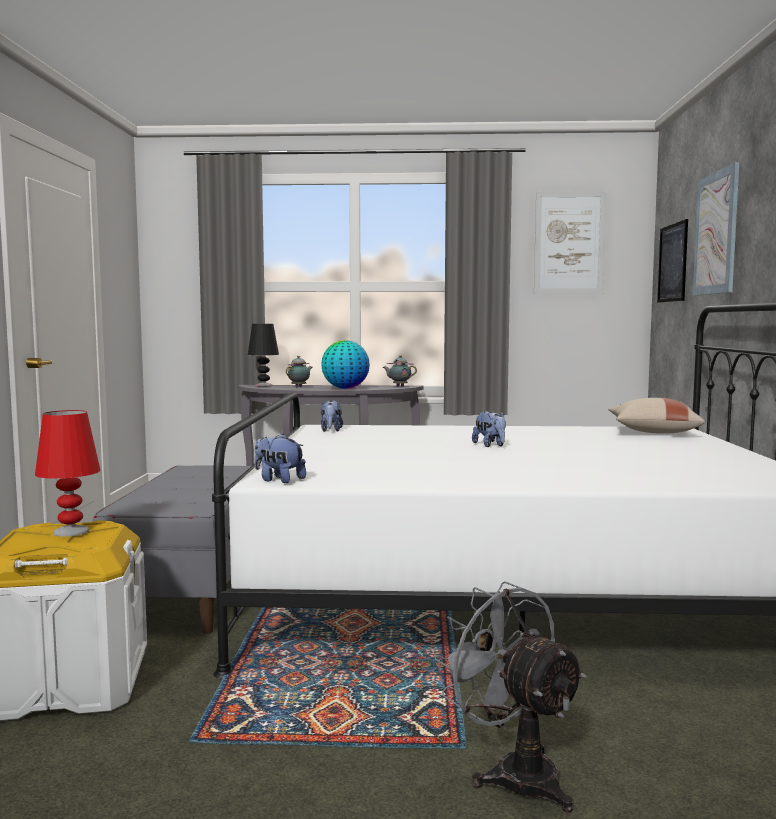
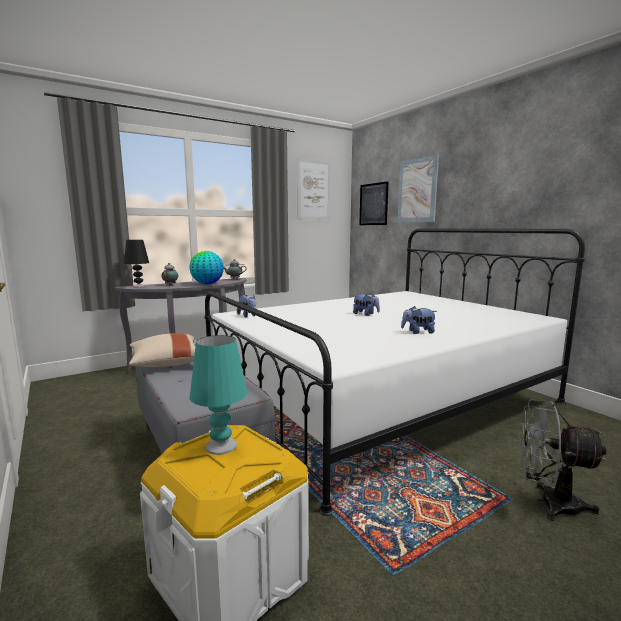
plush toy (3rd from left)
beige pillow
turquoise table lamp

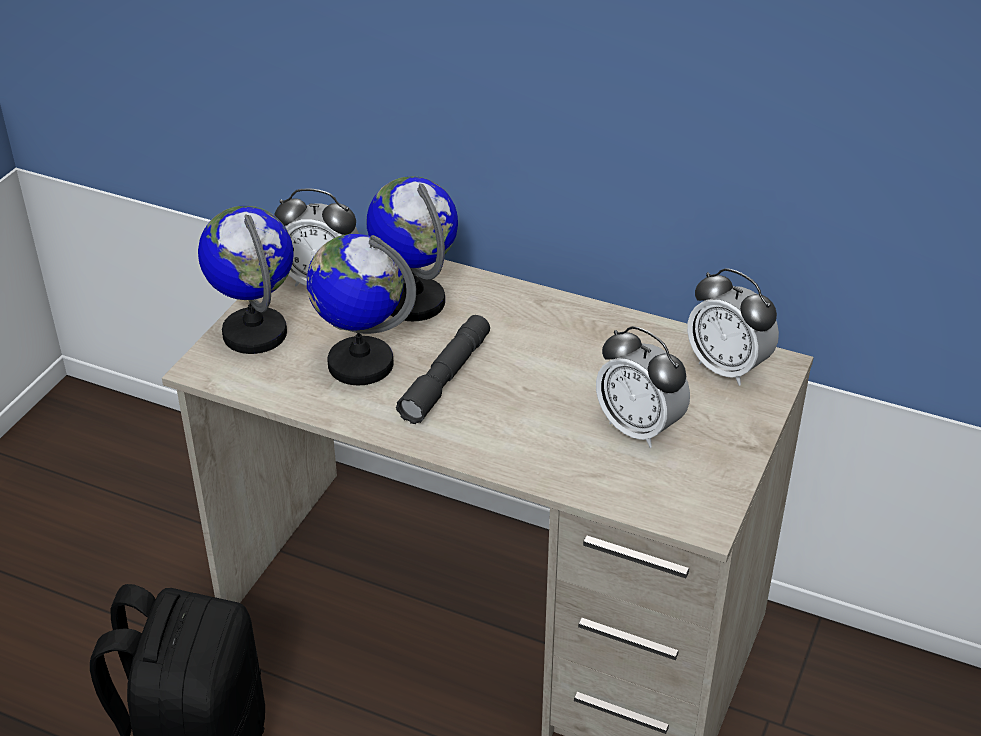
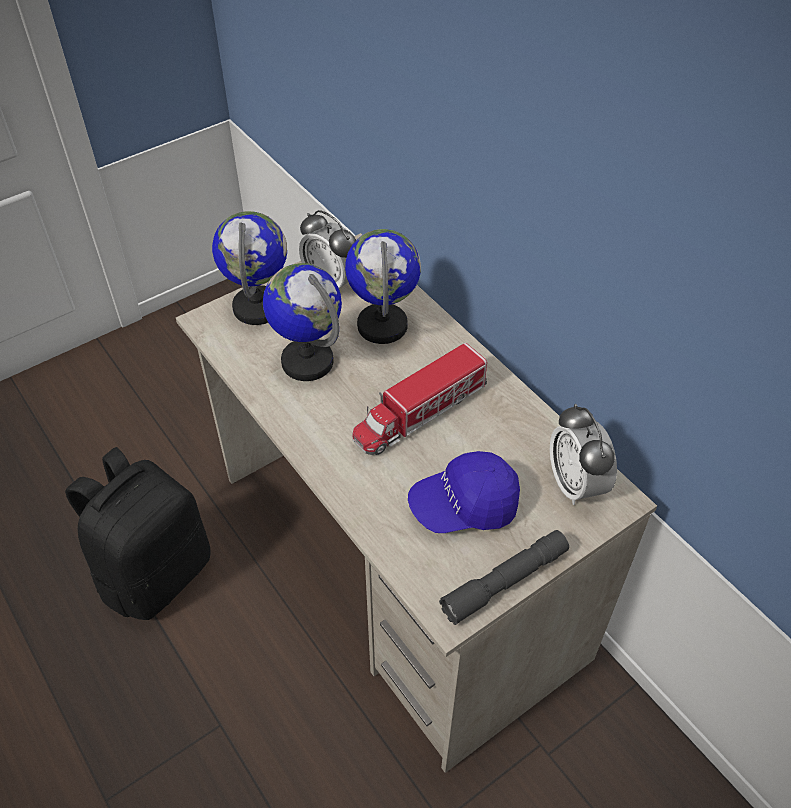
toy truck
grey flashlight
blue cap

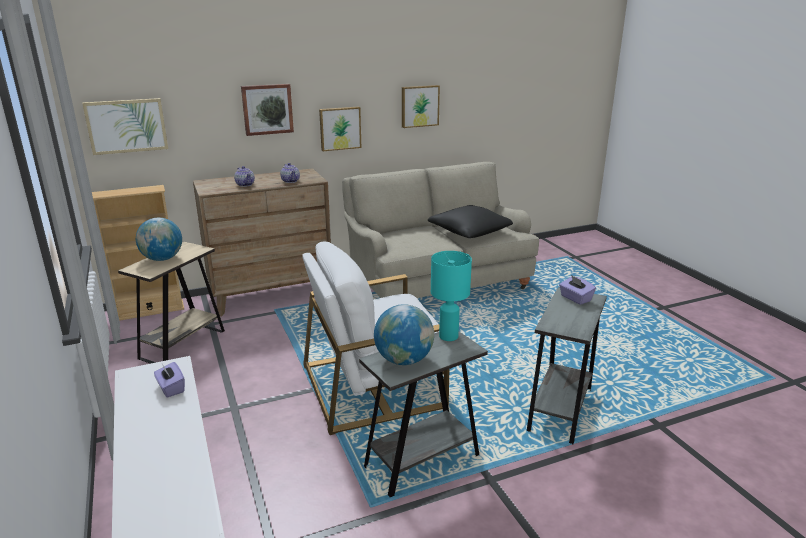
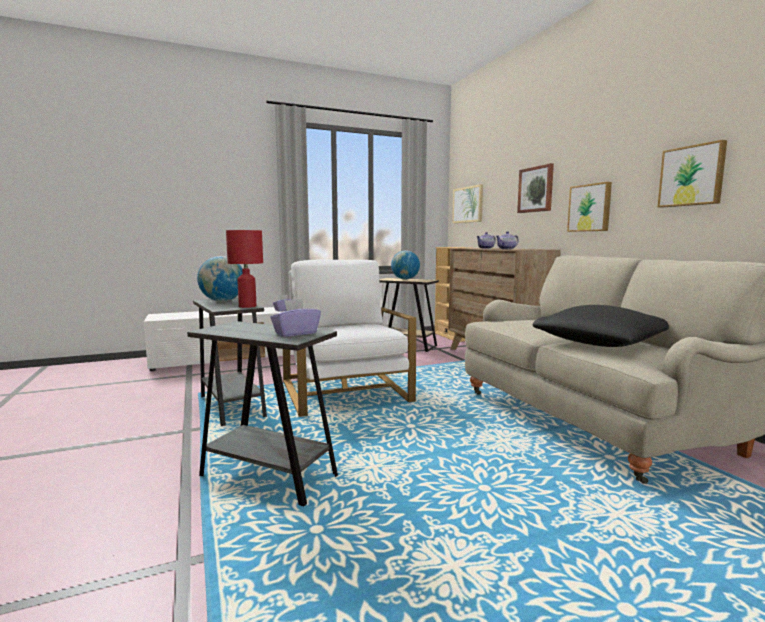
red table lamp

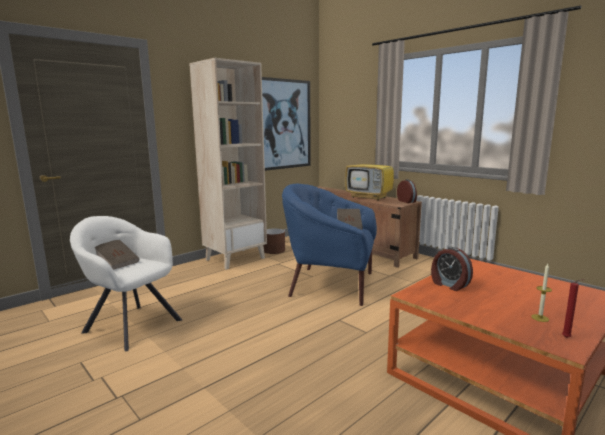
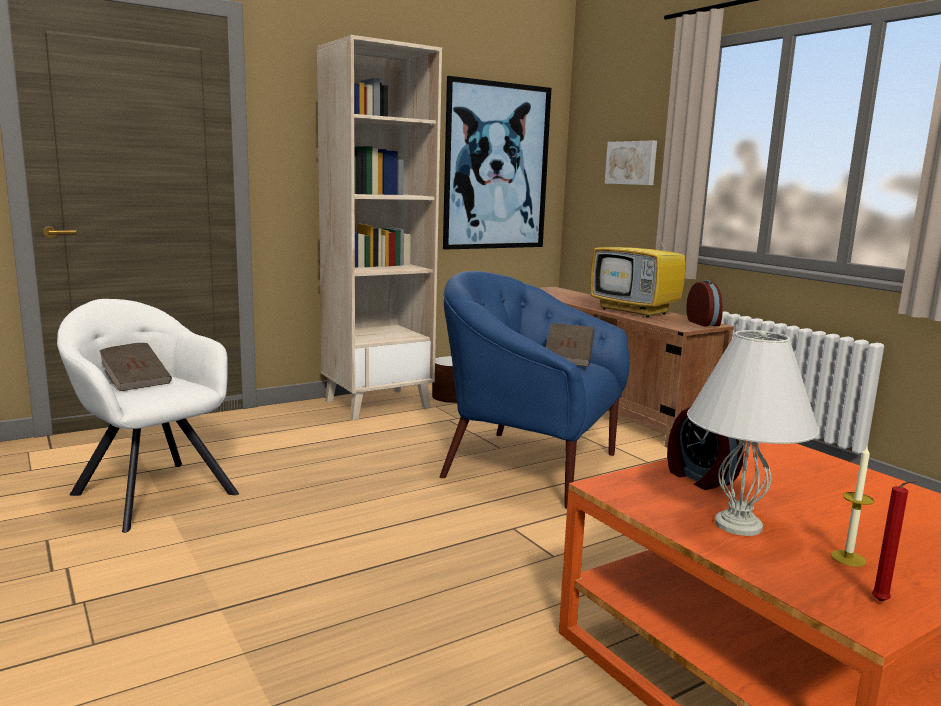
picture (2nd from left)
white table lamp

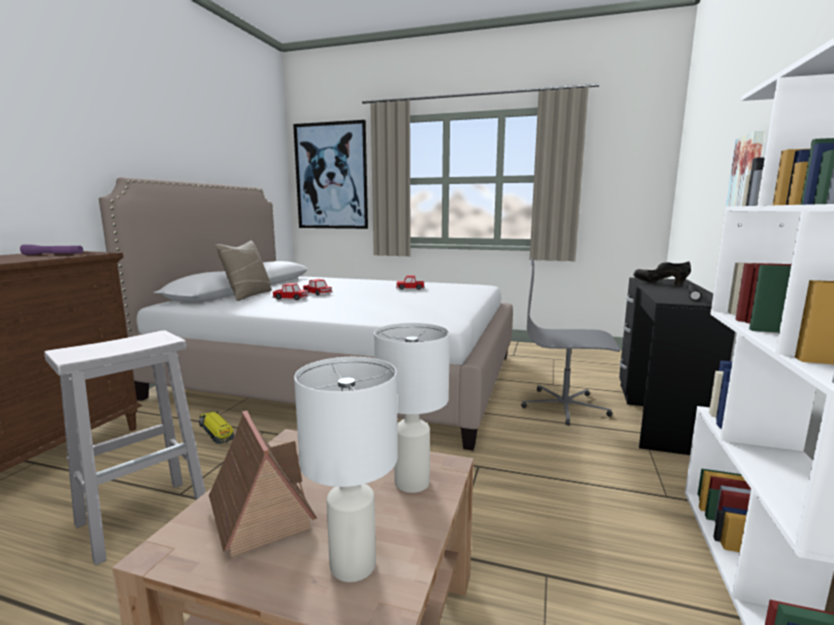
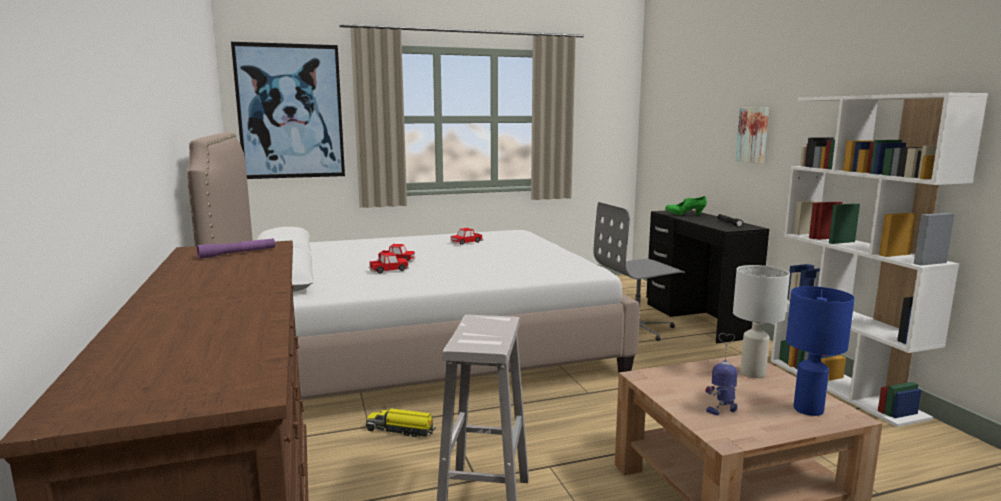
beige pillow
toy robot
blue table lamp
green shoe

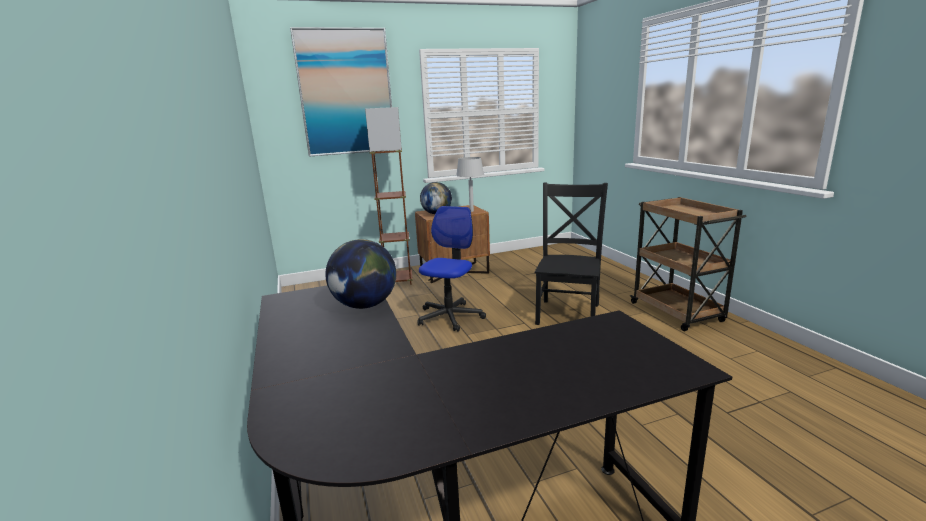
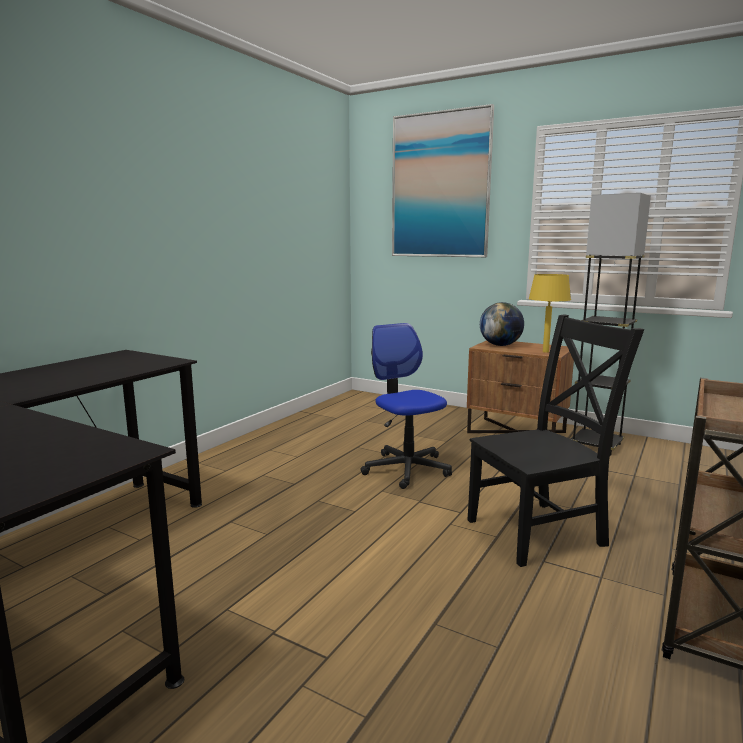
globe (1st from left in the first image)
brown floor lamp
grey floor lamp
yellow table lamp
office chair

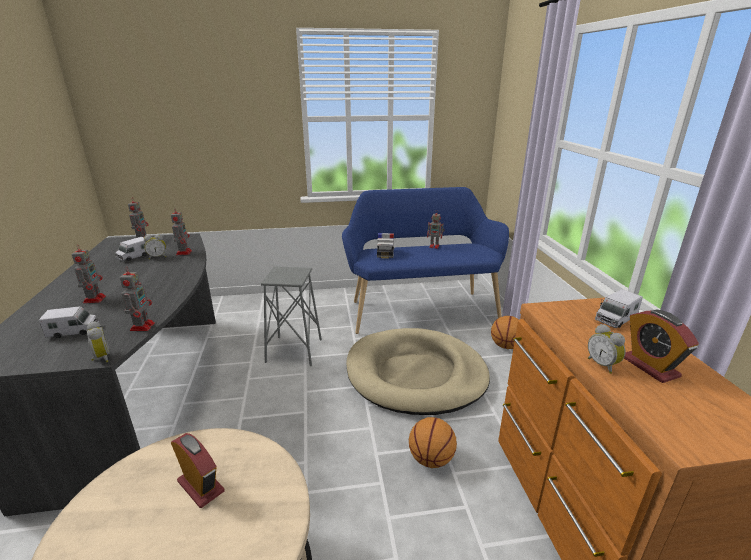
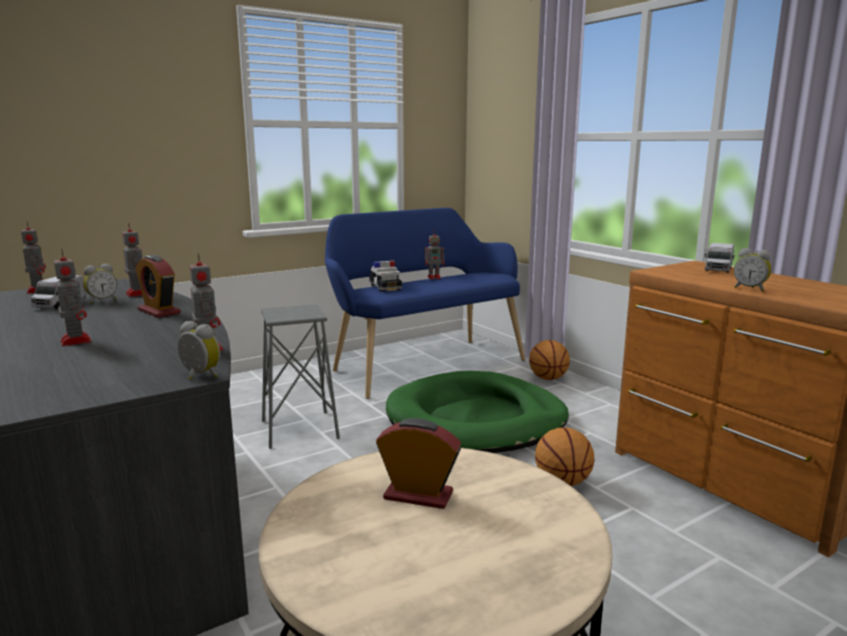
toy truck (1st from left in the first image)
alarm clock (2nd from left)
green dog bed

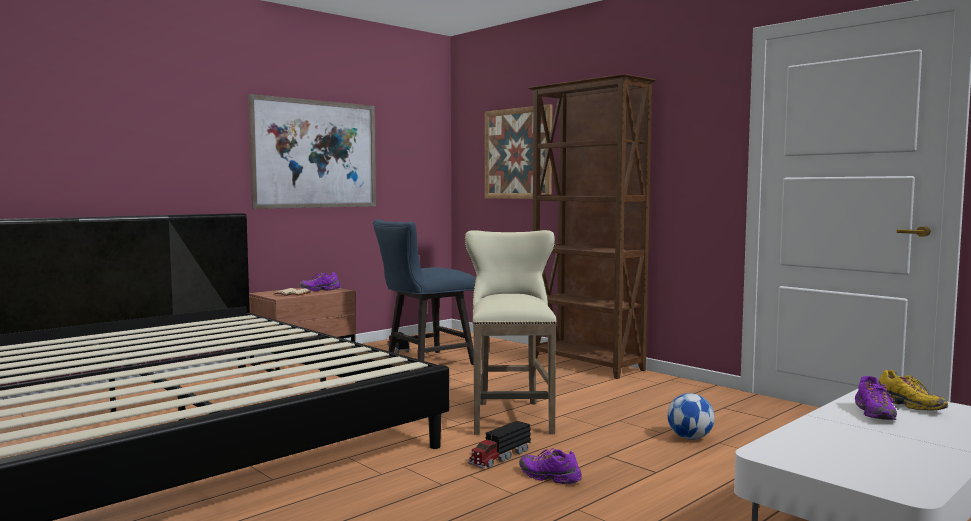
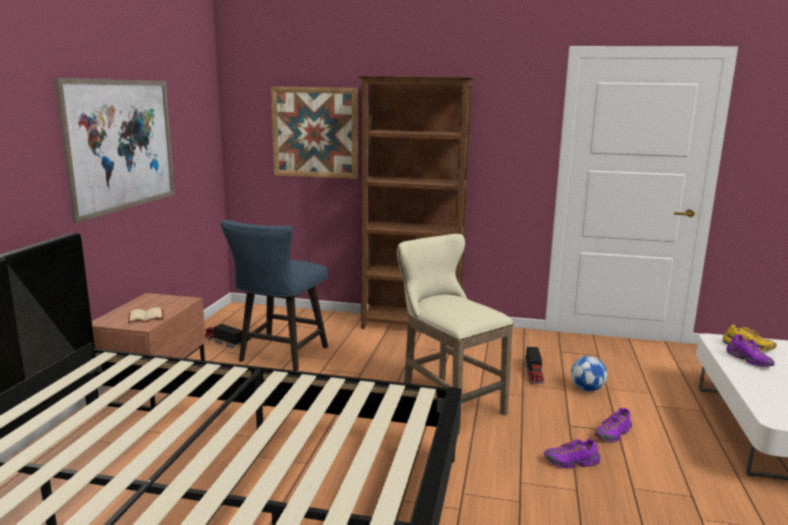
purple shoe (2nd from left)
toy truck (2nd from left)

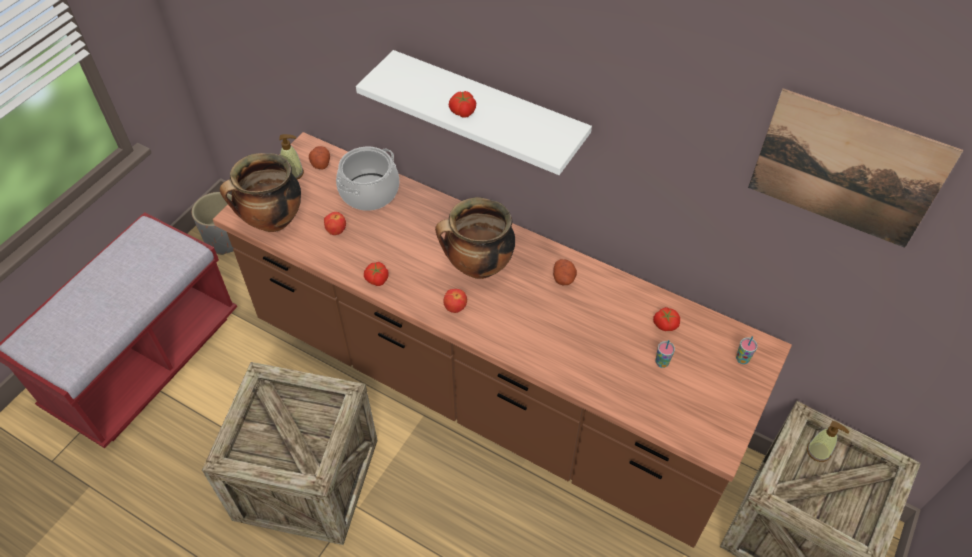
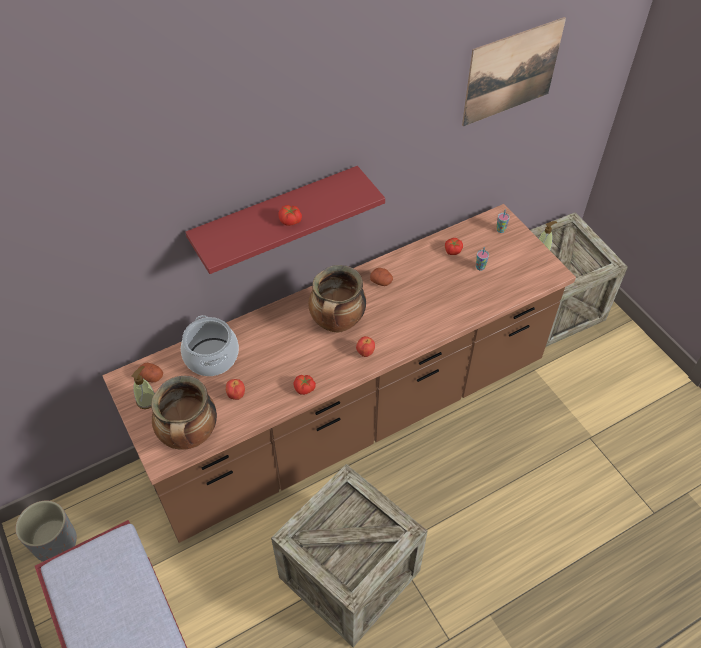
red shelf

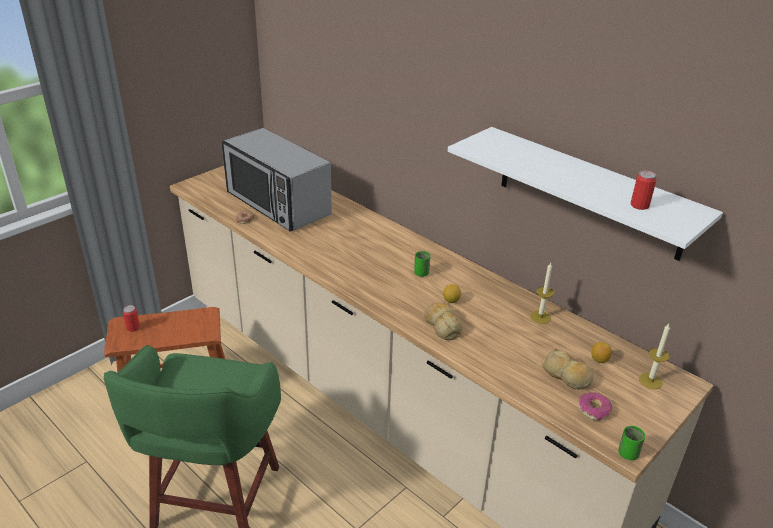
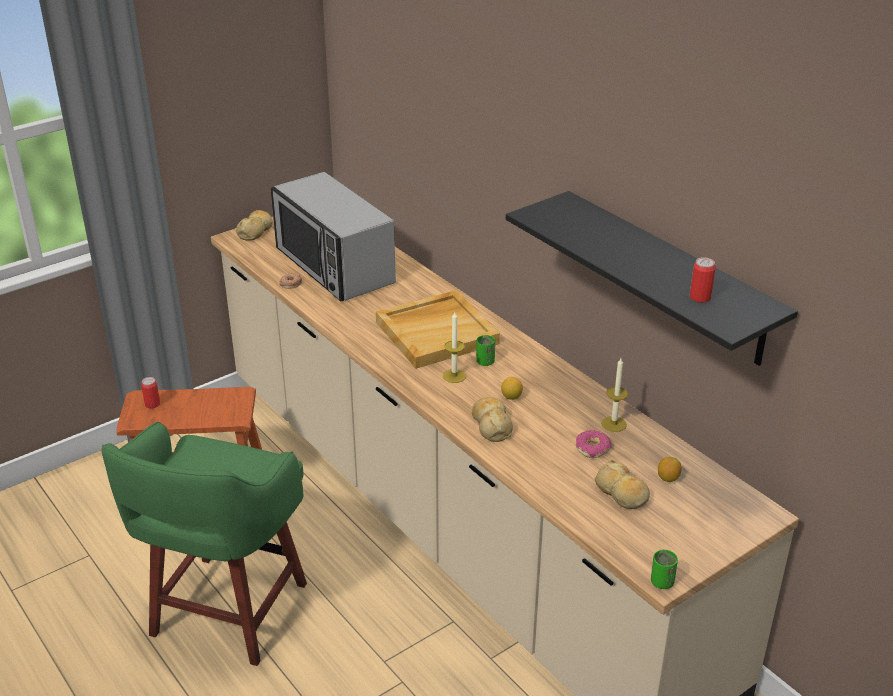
bread (1st from left)
beige tray
donut (2nd from left)
candle (1st from left)
black shelf

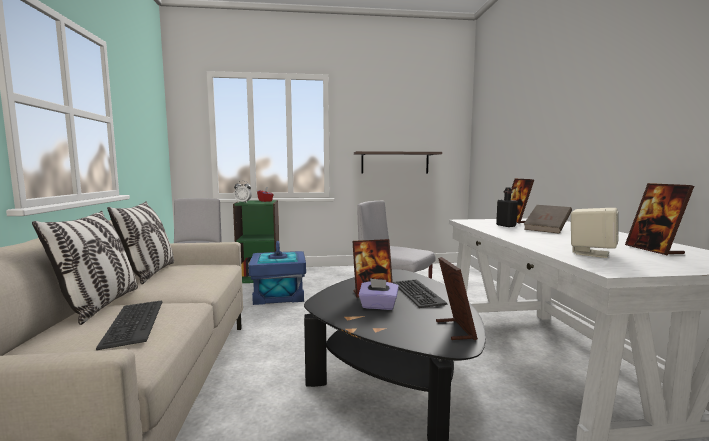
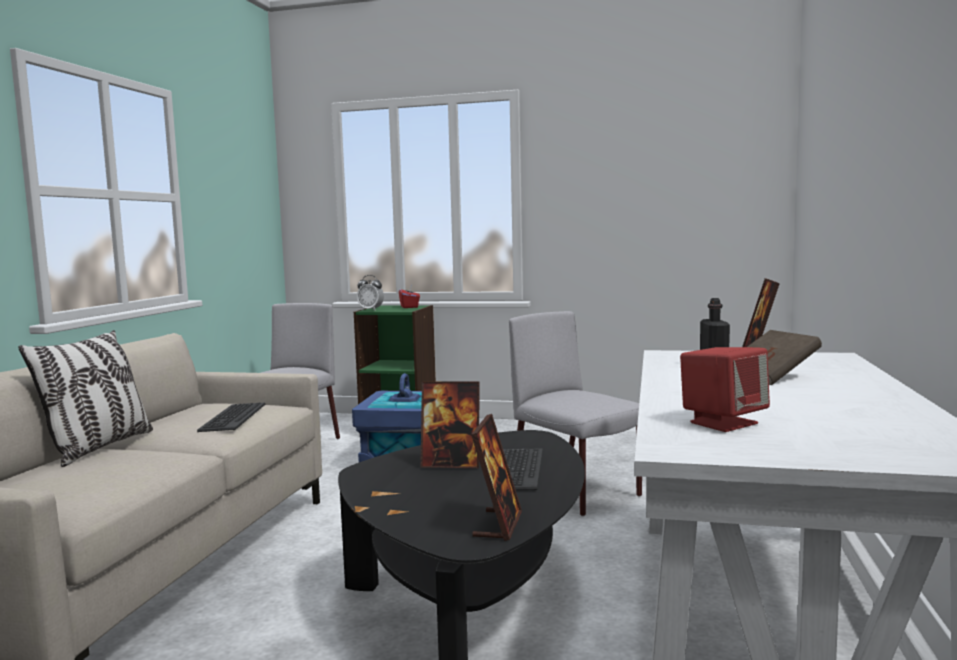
pillow (2nd from left in the first image)
shelf
purple tissue box
picture frame (4th from left in the first image)
keyboard (1st from left)
red speaker

